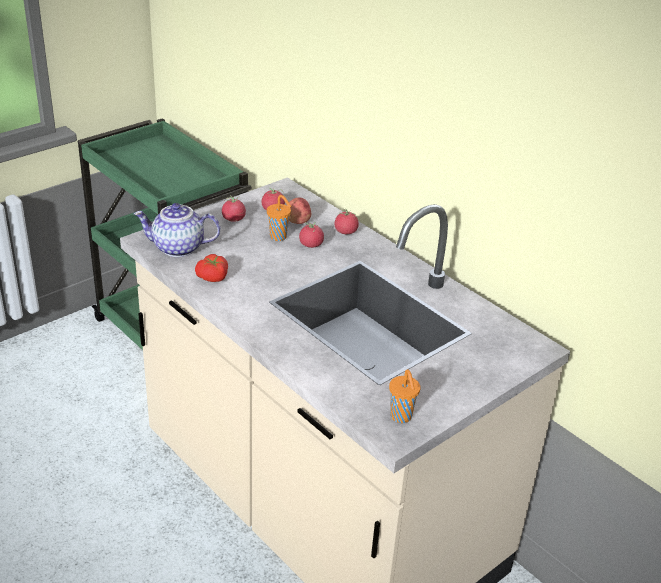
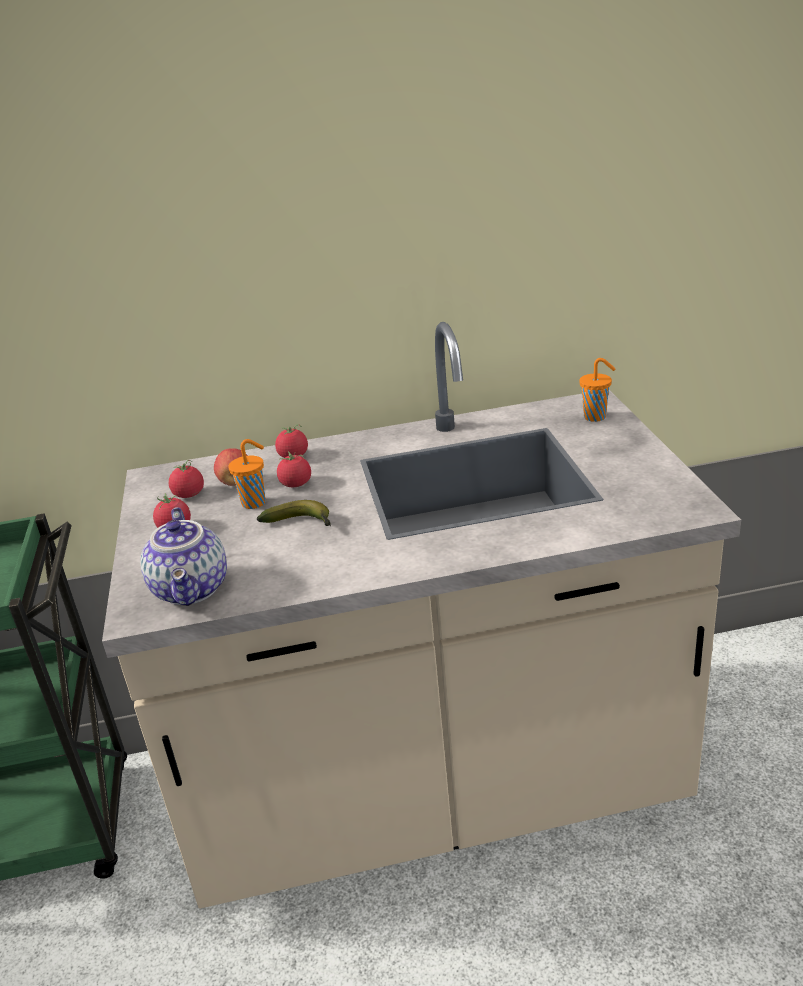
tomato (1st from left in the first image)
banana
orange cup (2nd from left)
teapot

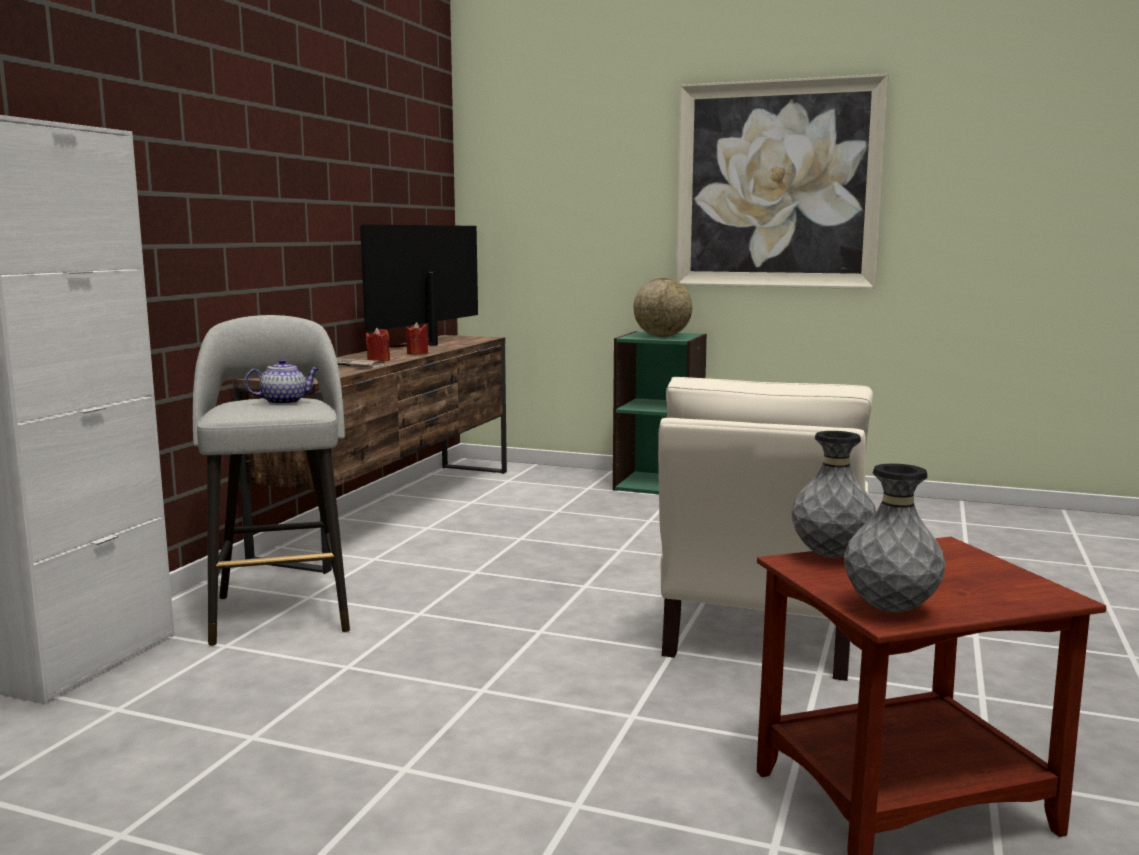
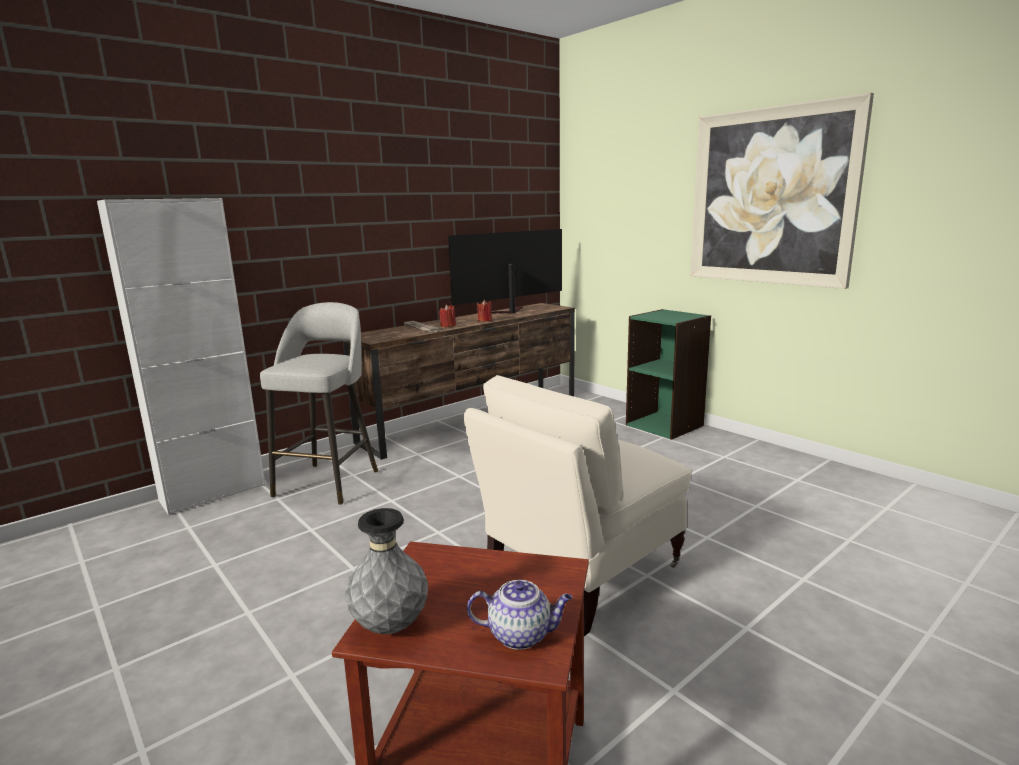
globe
grey vase (1st from left in the first image)
teapot

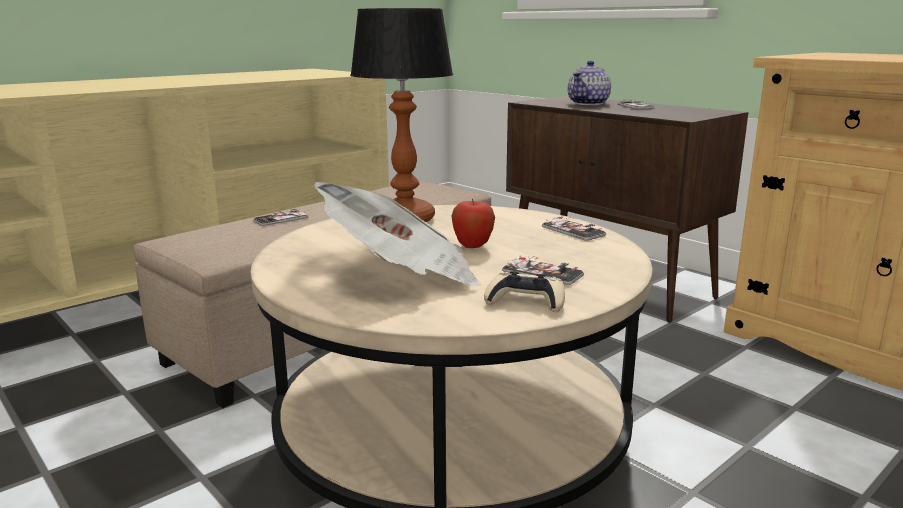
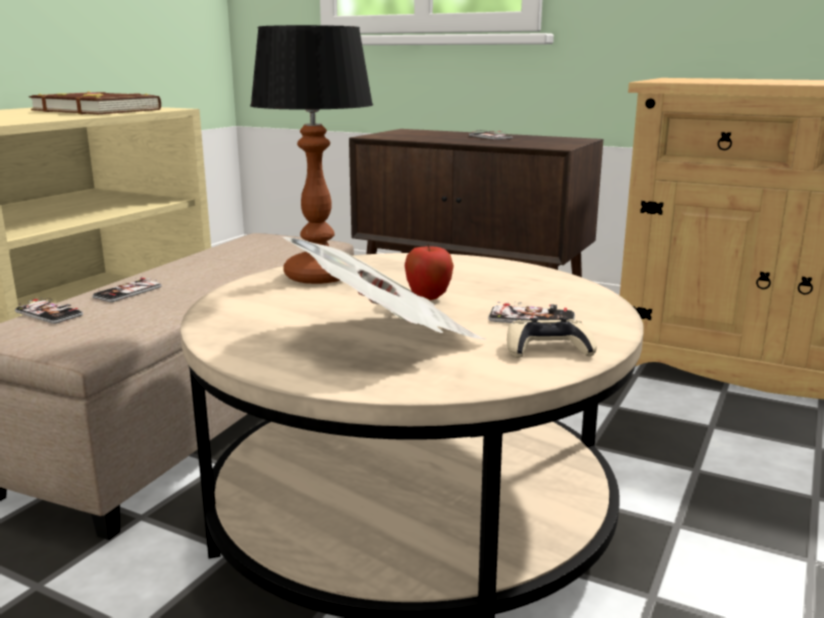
teapot
brown book
phone (1st from left)

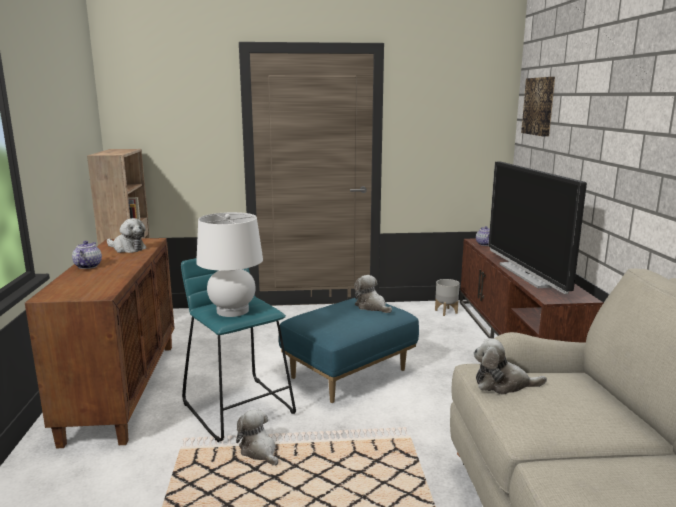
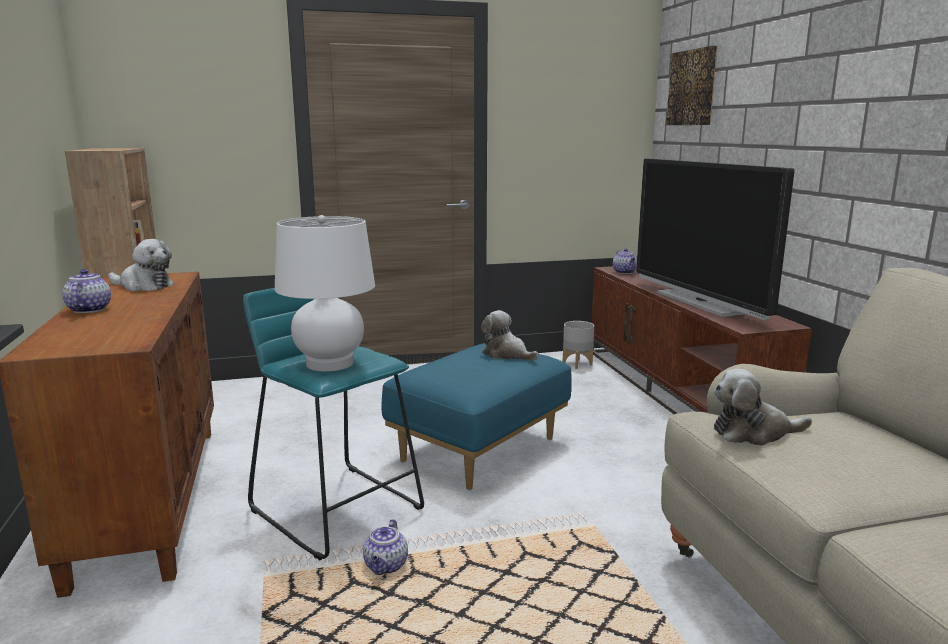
teapot (2nd from left)

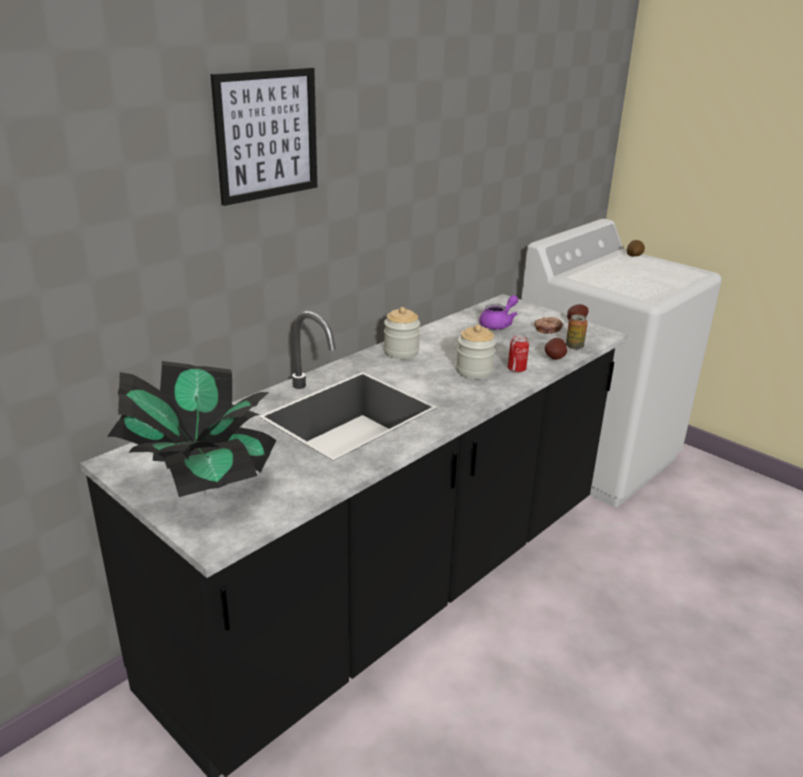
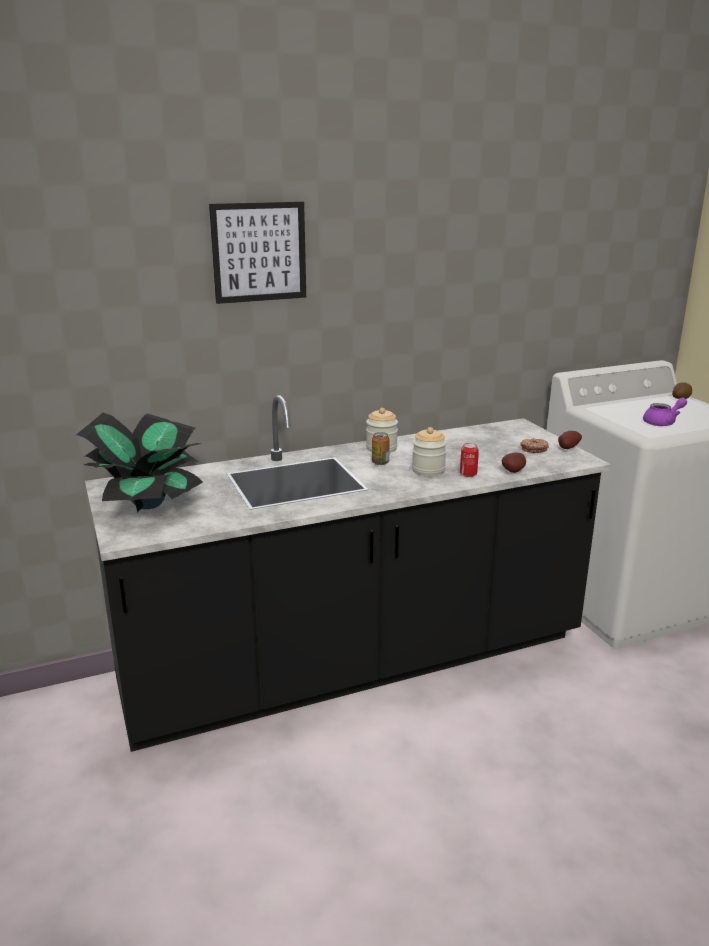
purple teapot
can (1st from left)

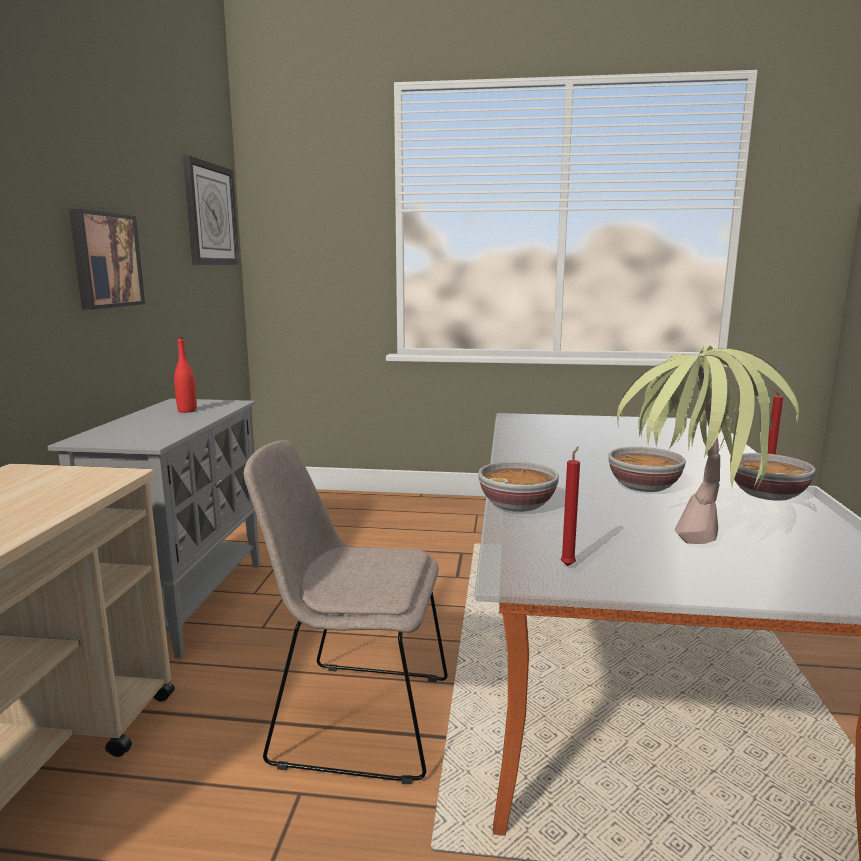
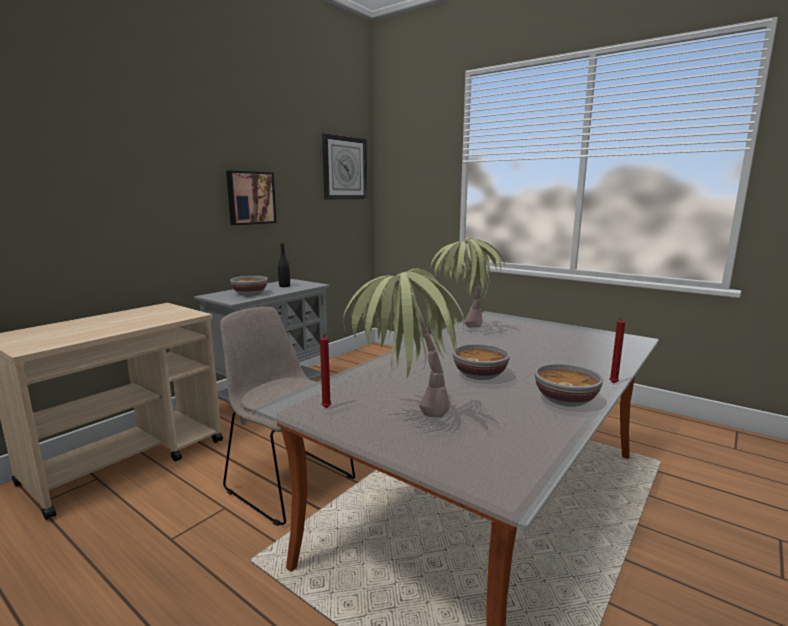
potted plant (2nd from left)
bowl (1st from left)
black bottle

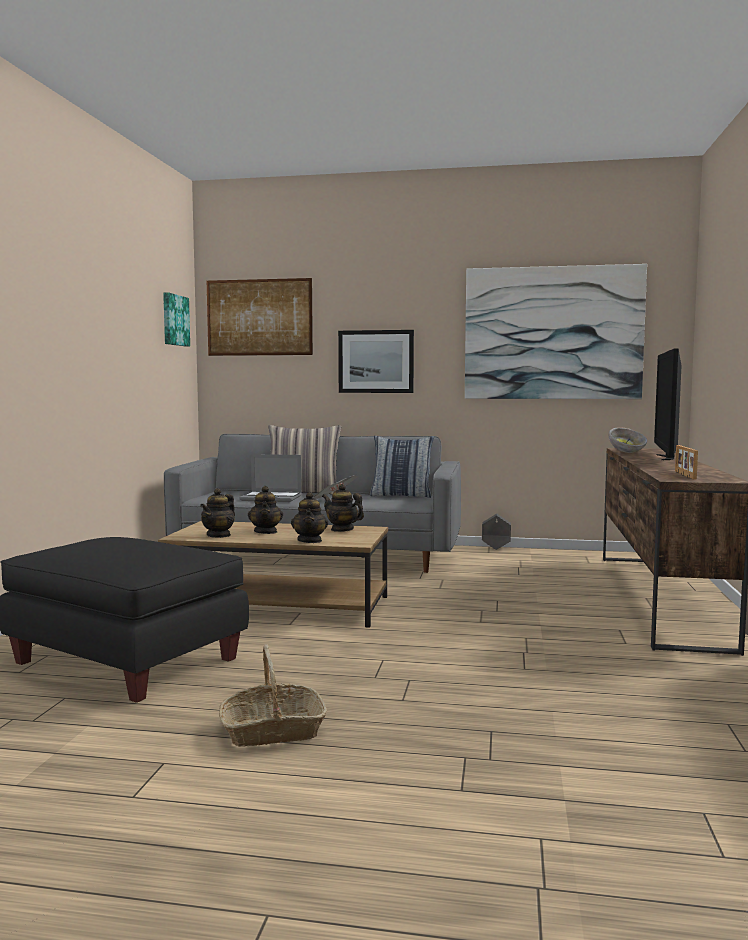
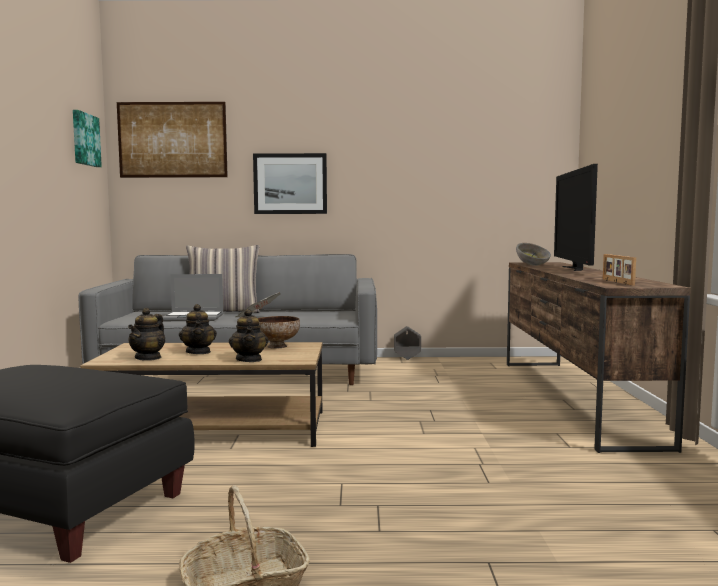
pillow (2nd from left in the first image)
picture (4th from left in the first image)
bowl (1st from left)

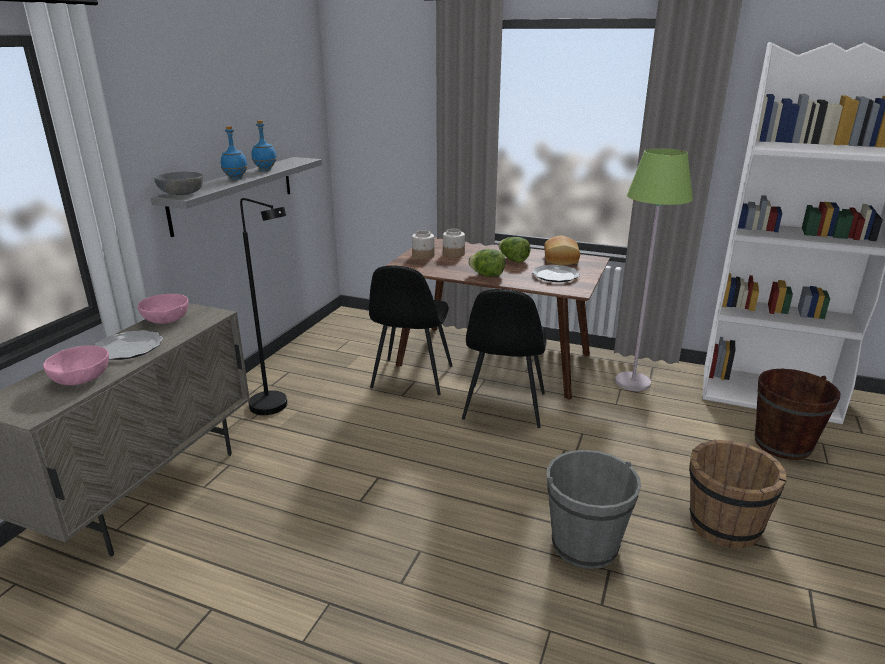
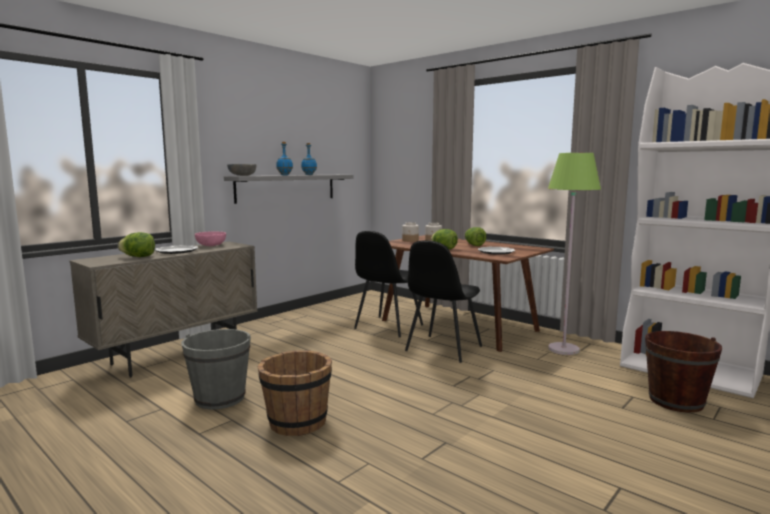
black floor lamp
bread
grey bucket
brown bucket (1st from left)
lettuce (1st from left)

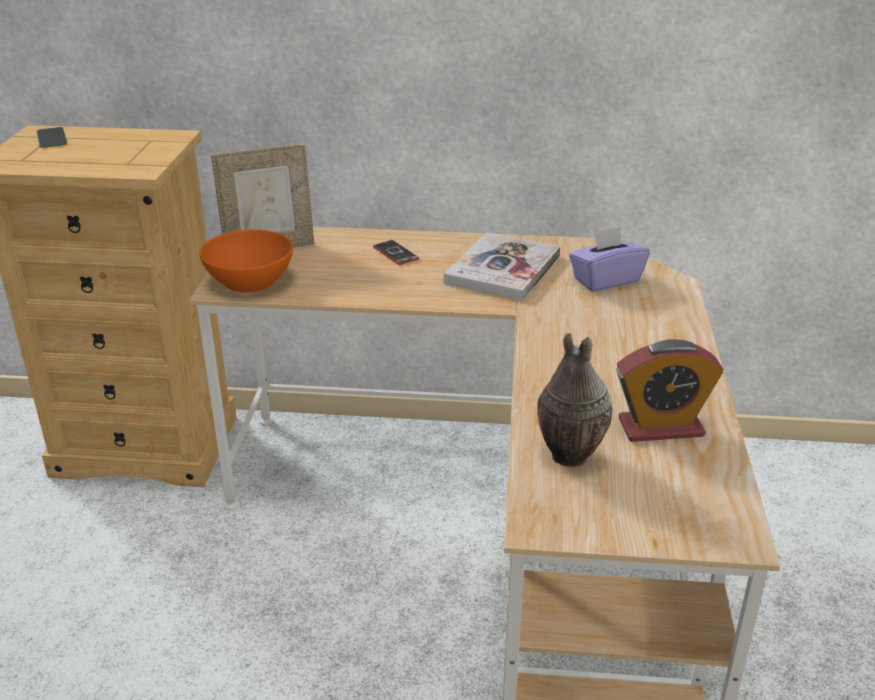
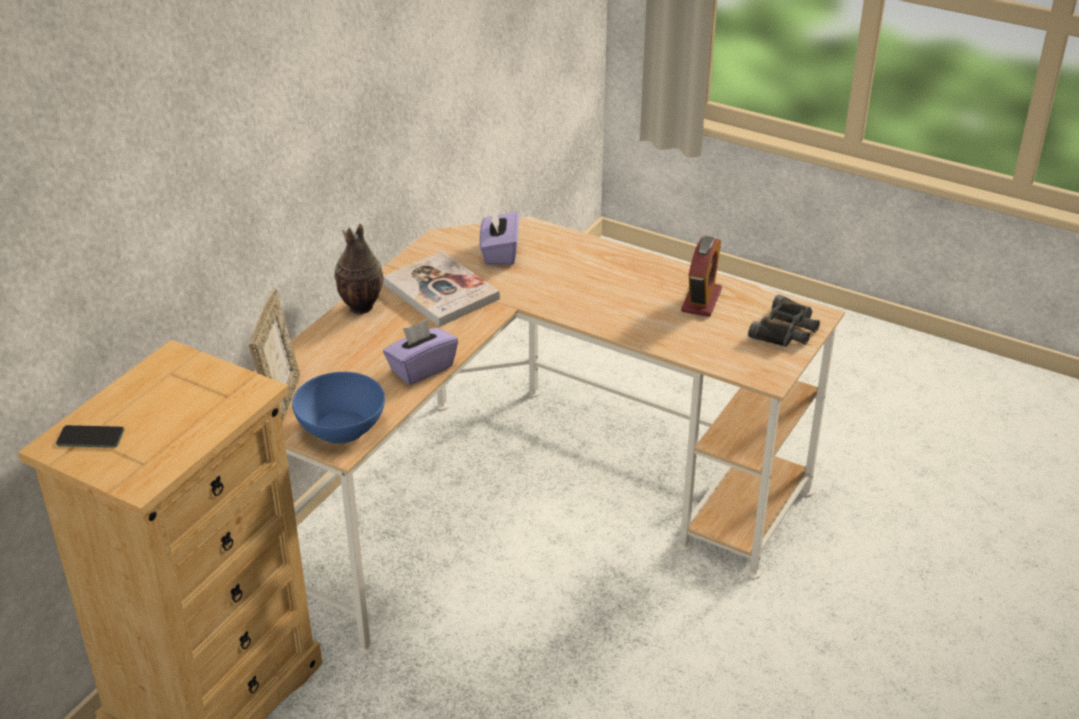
phone (2nd from left in the first image)
purple tissue box (1st from left)
black binoculars
vase
blue bowl

